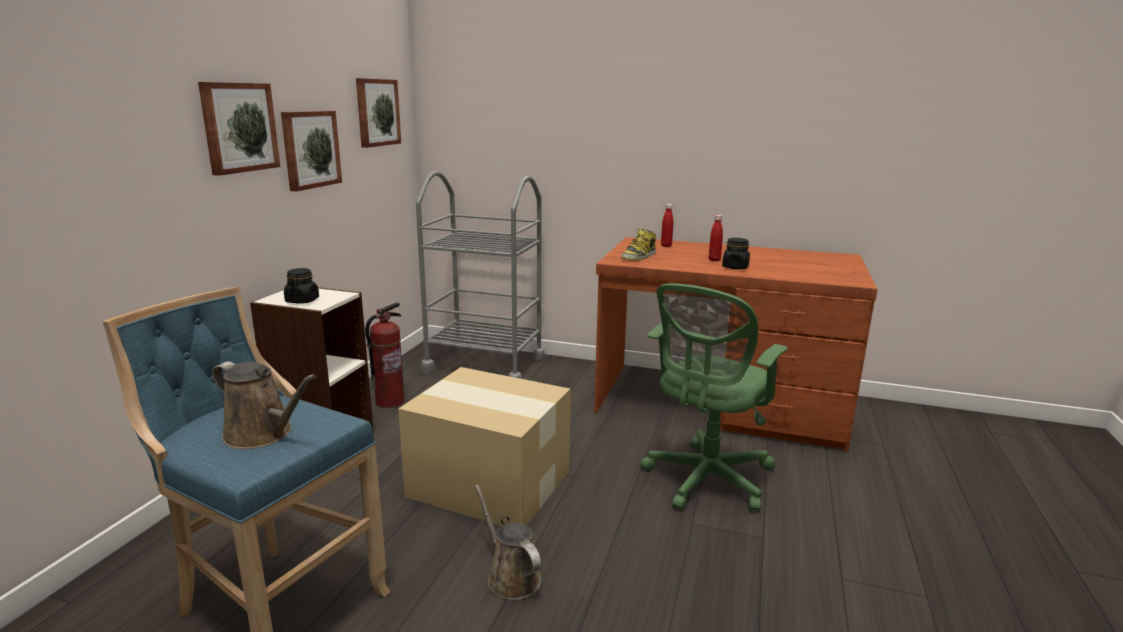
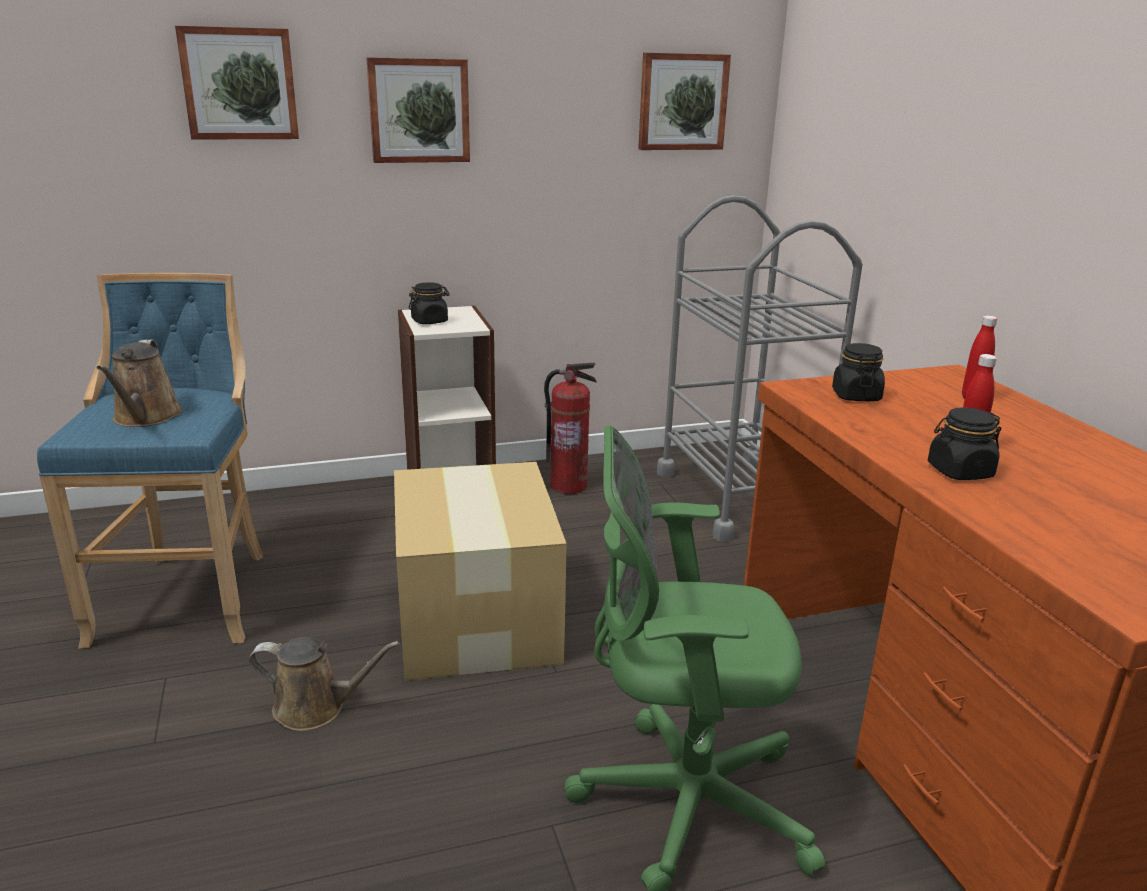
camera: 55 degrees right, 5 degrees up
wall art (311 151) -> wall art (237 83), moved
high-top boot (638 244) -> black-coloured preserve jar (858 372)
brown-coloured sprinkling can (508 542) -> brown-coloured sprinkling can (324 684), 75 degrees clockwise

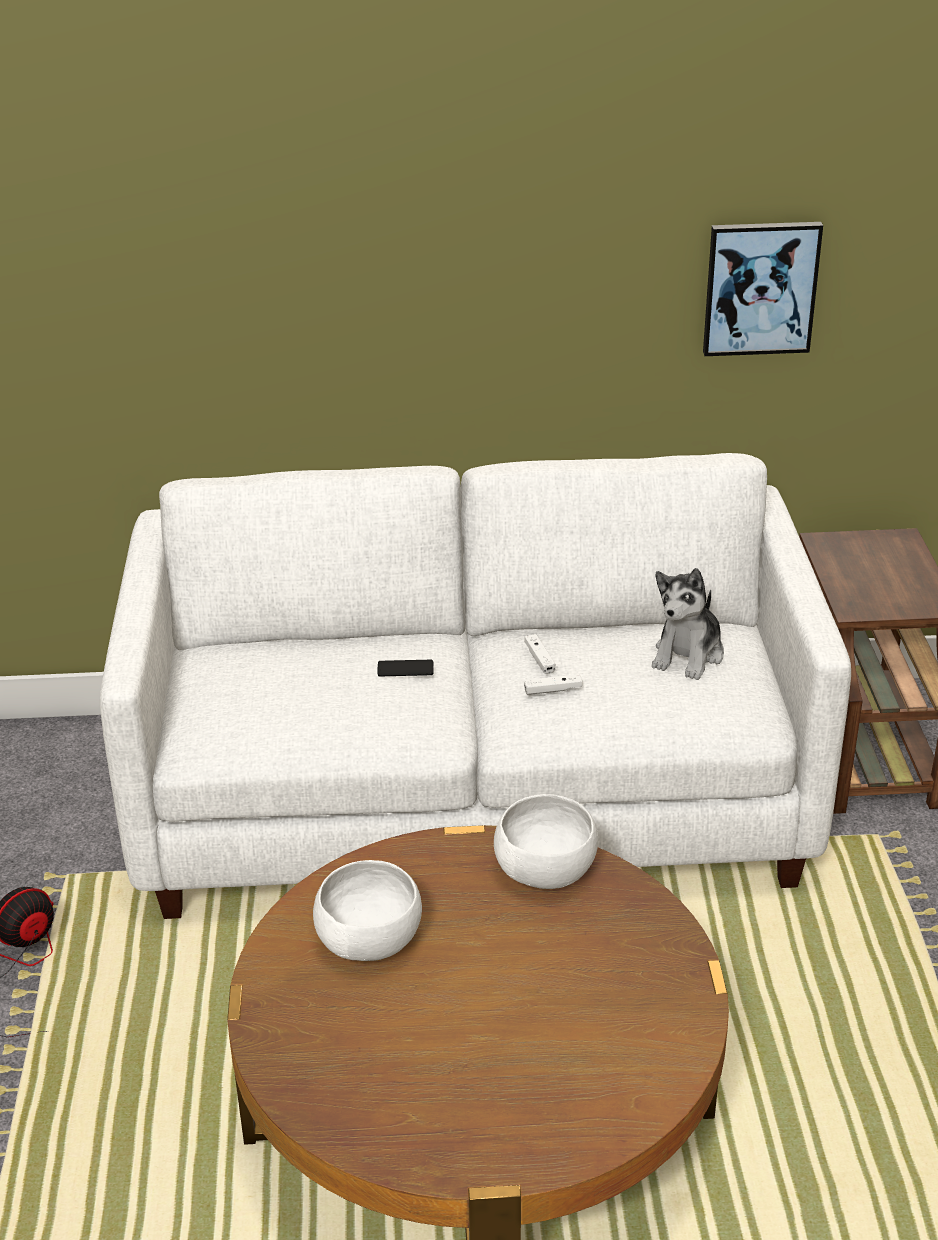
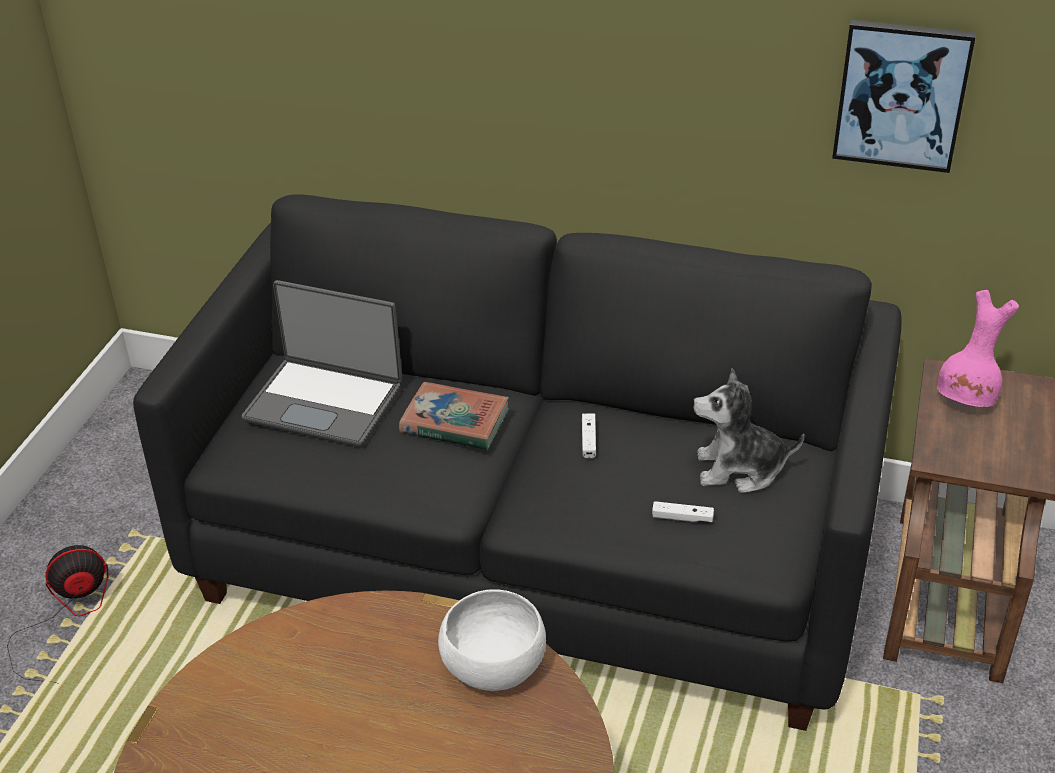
camera: 20 degrees right, 5 degrees up
white-coloured deep dish (367 910) -> none
none -> laptop (322 364)
none -> pink decorative vase (978 348)
white-coloured gamepad (553 684) -> white-coloured gamepad (683 511), moved
phone (405 668) -> book (454 416)
white-coloured settee (475 686) -> black-coloured settee (517 462)
soft toy (688 624) -> soft toy (749 430), 45 degrees clockwise

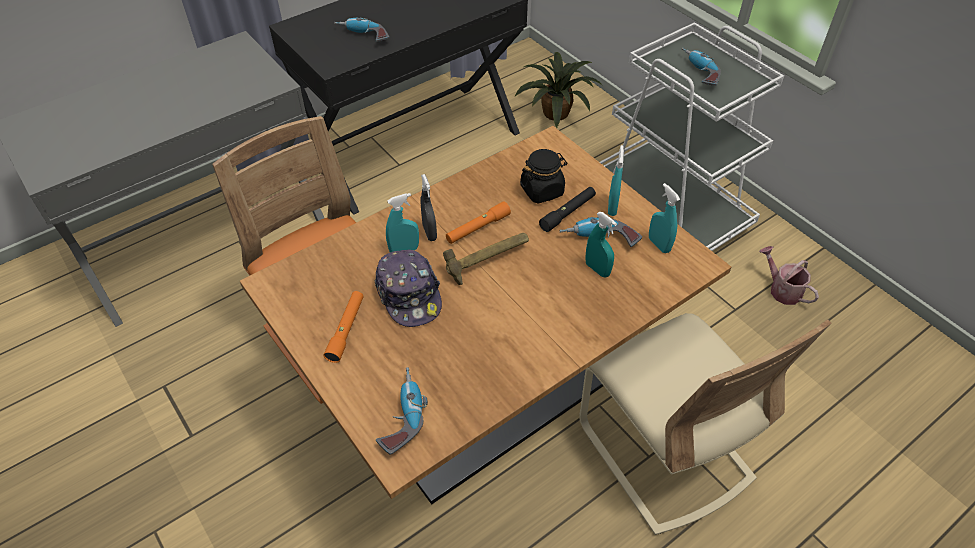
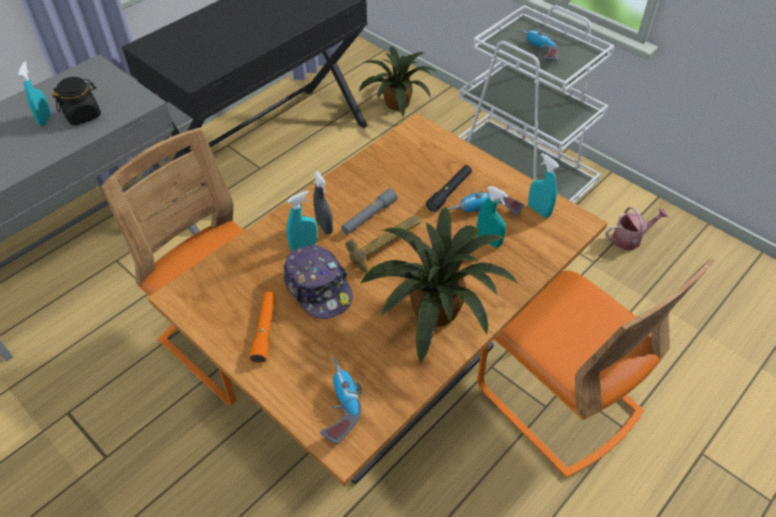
camera: 10 degrees left, 0 degrees up
power drill (361 29) -> none
none -> houseplant (440 286)
black-coloured preserve jar (543 176) -> black-coloured preserve jar (77 101), moved
turquoise hand sprayer (616 180) -> turquoise hand sprayer (34 93), moved
orange-coloured hand torch (478 222) -> grey hand torch (369 211)
sand-coloured chair (705 424) -> orange-coloured chair (596 368)
sprinkling can (789 275) -> sprinkling can (637 228), 120 degrees clockwise

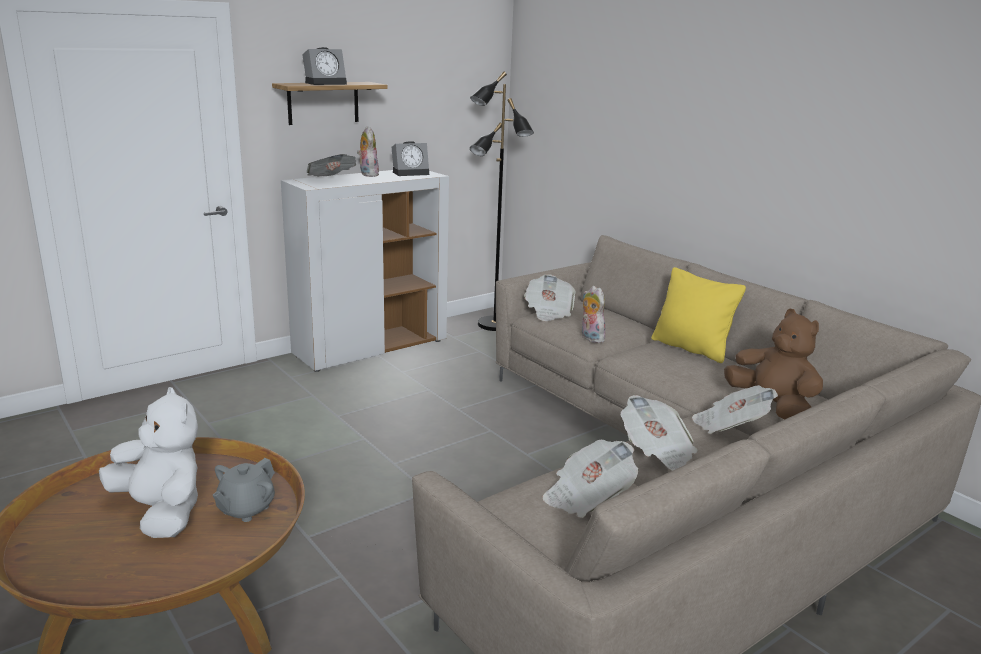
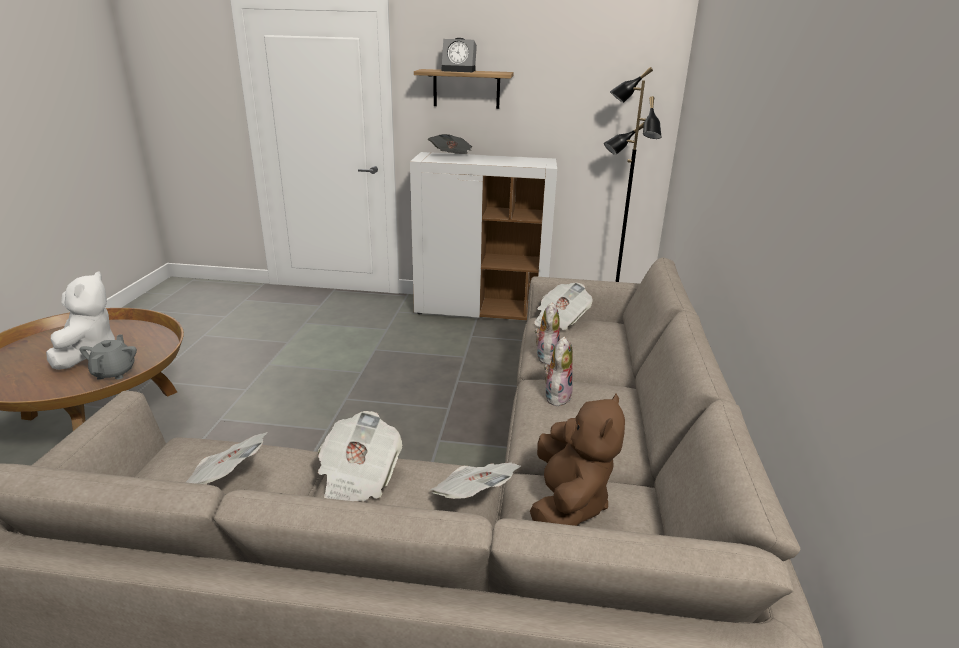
camera: 45 degrees right, 5 degrees up
table clock (410 158) -> none
yellow-coloured throw pillow (698 315) -> none
soft toy (368 151) -> soft toy (558 371), moved
grey teapot (244 490) -> grey teapot (108 357), 105 degrees clockwise

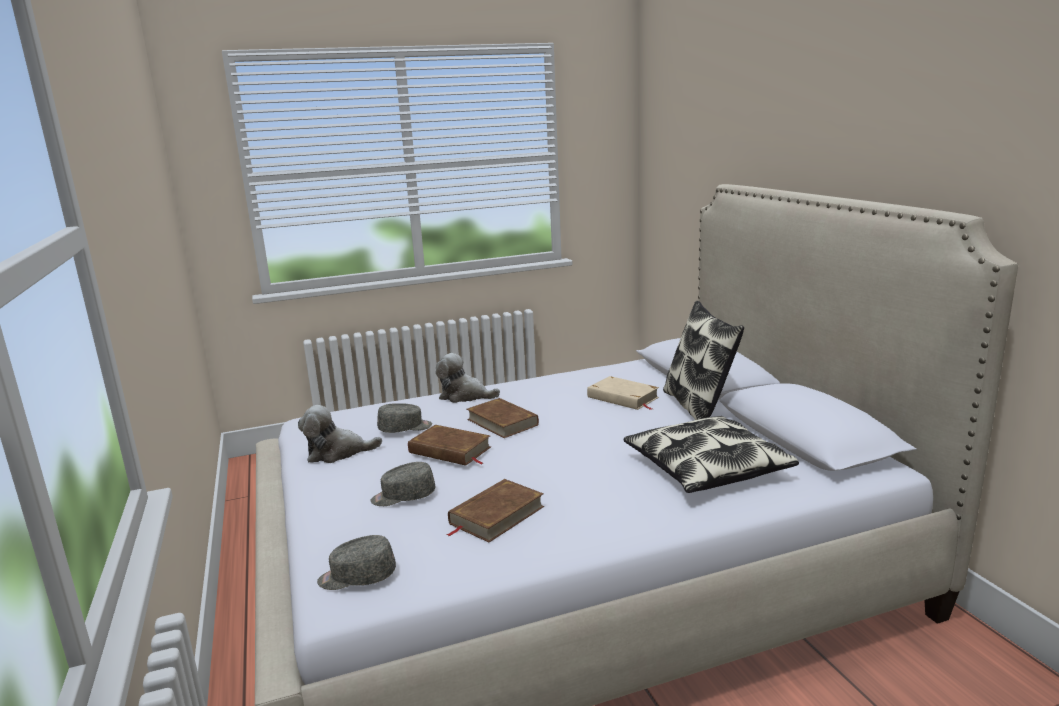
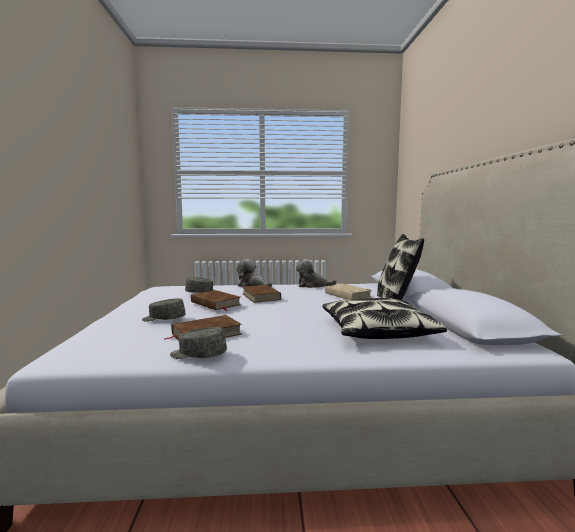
camera: 15 degrees right, 10 degrees down
soft toy (340 434) -> soft toy (316 273), moved
grey cap (356 562) -> grey cap (198 343), moved

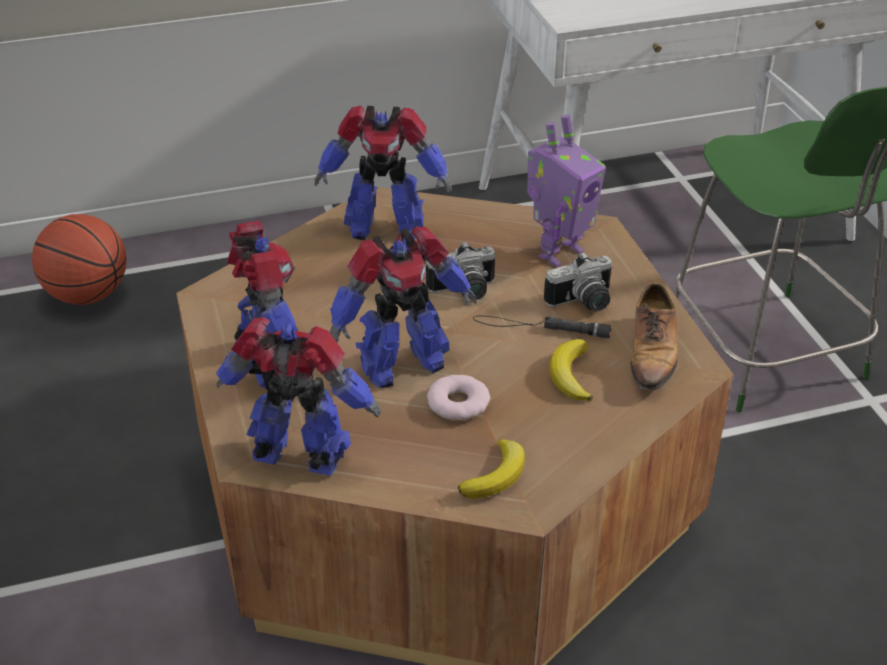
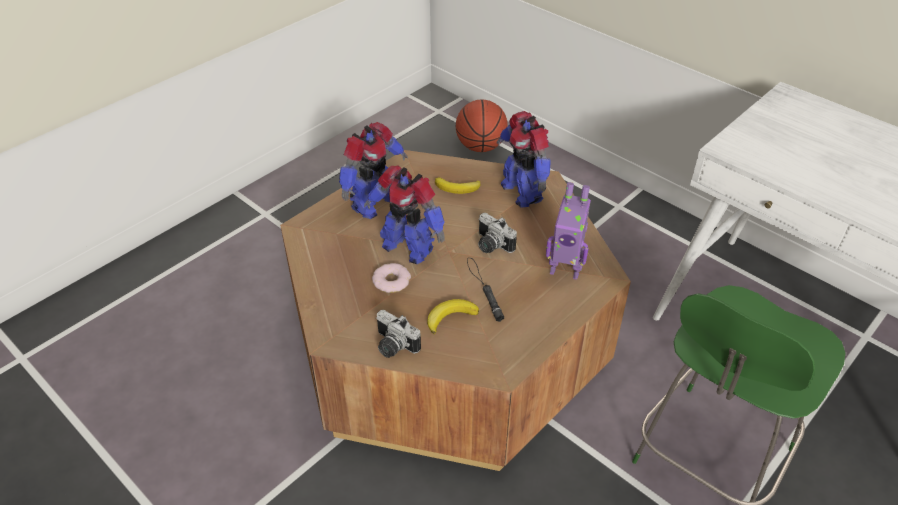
camera: 60 degrees right, 5 degrees up
toy robot (298 396) -> none
item of footwear (655 340) -> none
whole banana (491 469) -> whole banana (457 185), moved
still camera (578 282) -> still camera (398 334), moved

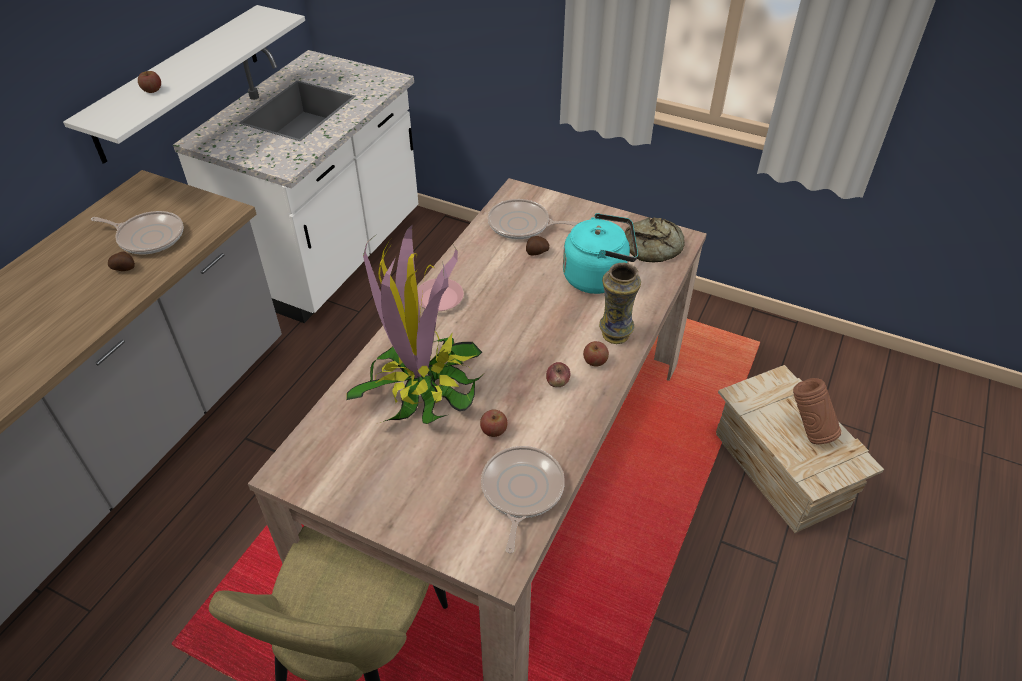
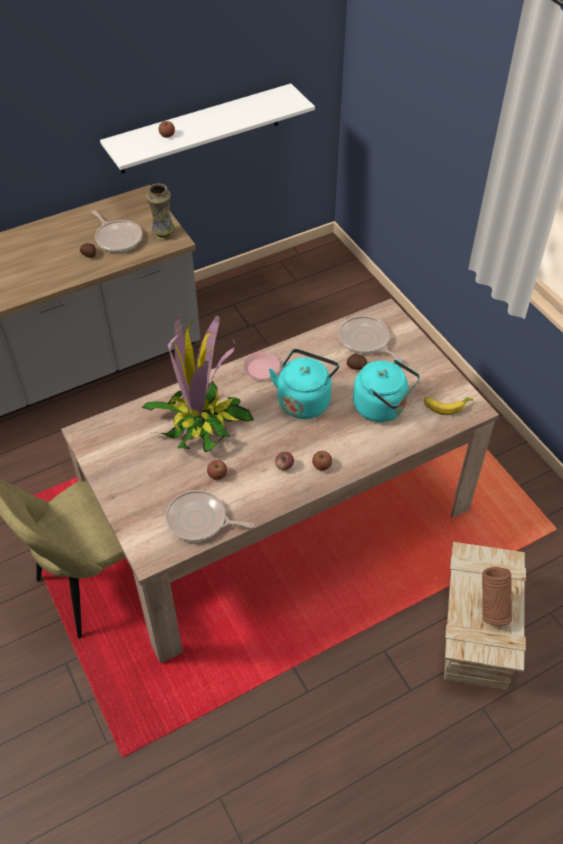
camera: 35 degrees right, 5 degrees up
white-coloured counter (295 185) -> none
none -> turquoise tea kettle (304 384)
decorative vase (620 303) -> decorative vase (160 212), moved
baked bread (654 239) -> whole banana (448 406)
pan (523 499) -> pan (210 516), 120 degrees counterclockwise

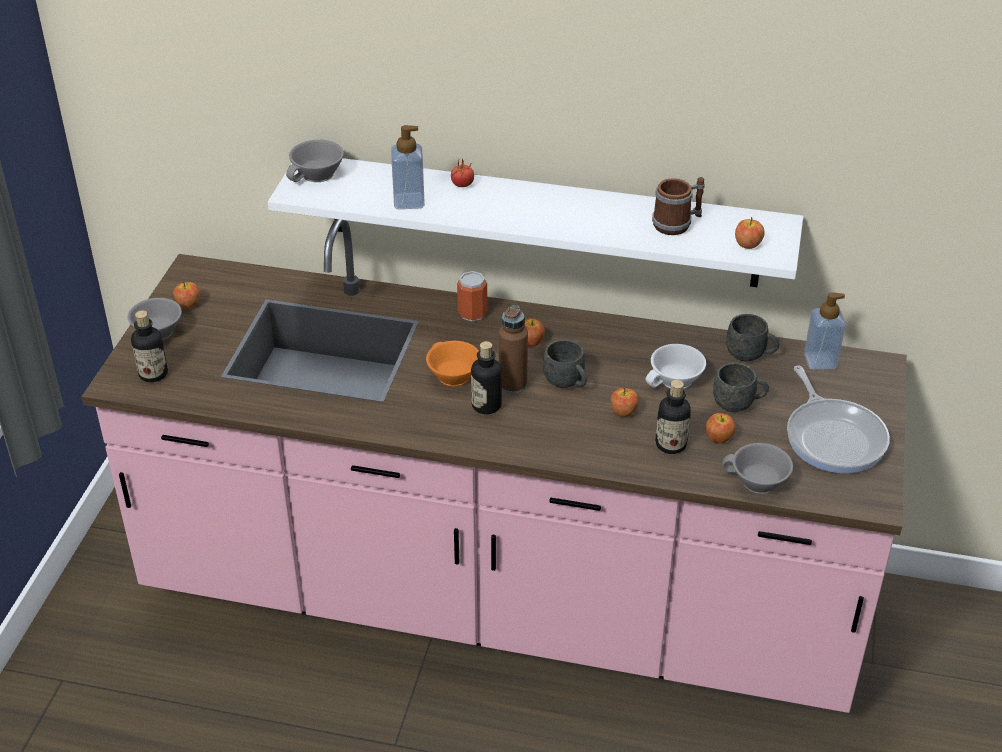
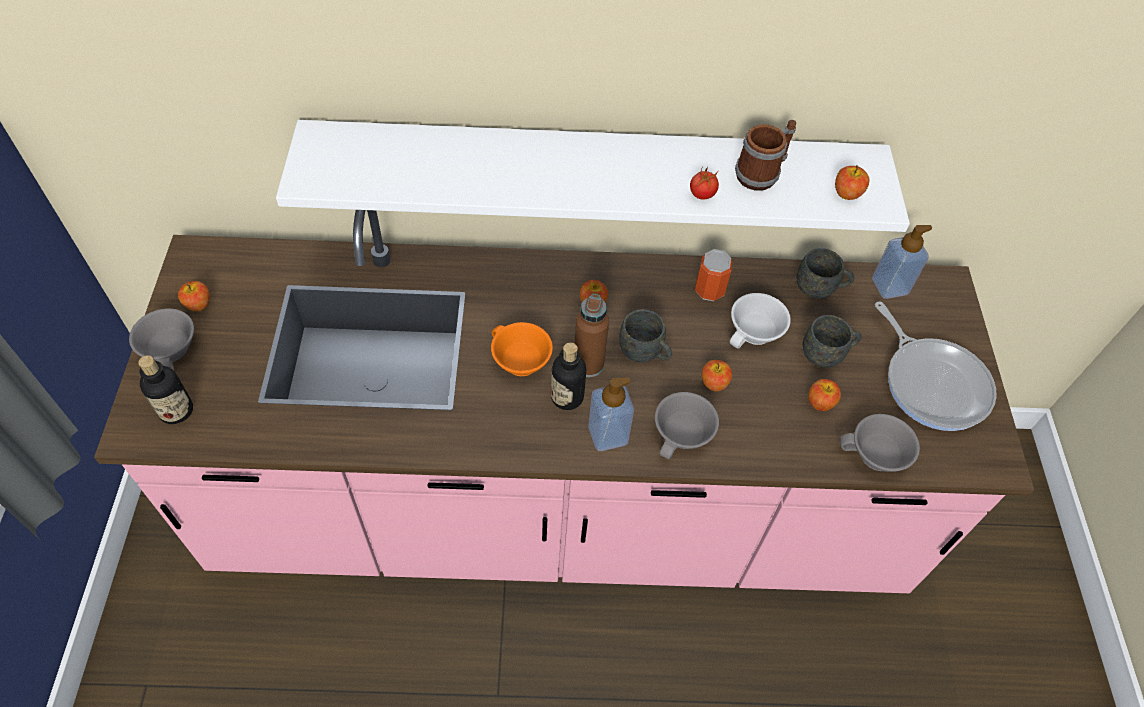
camera: 15 degrees left, 15 degrees up
drink bottle (673 417) -> none
grey small cup (315 161) -> grey small cup (687 425), moved
liquid soap bottle (408 167) -> liquid soap bottle (611 414), moved
whole tomato (462 173) -> whole tomato (704 183), moved
metal can (472 296) -> metal can (714 275), moved

